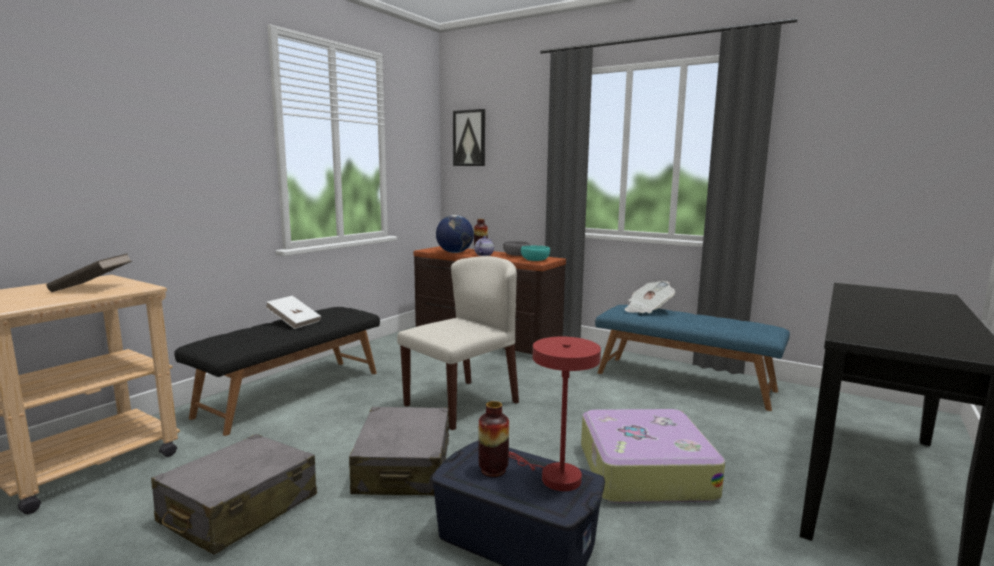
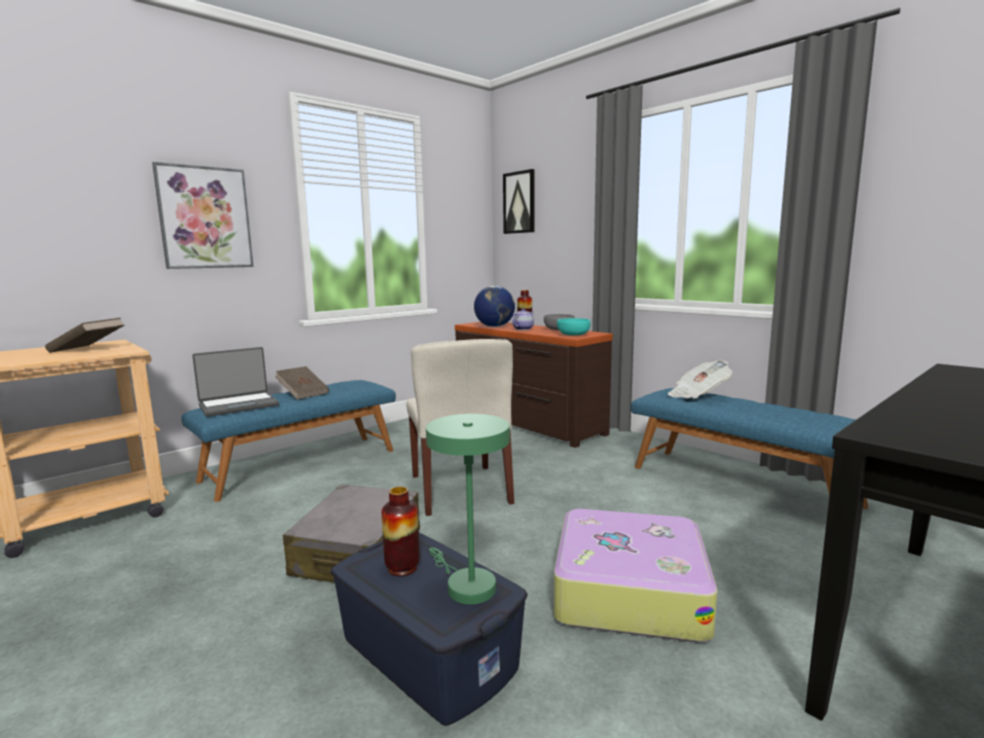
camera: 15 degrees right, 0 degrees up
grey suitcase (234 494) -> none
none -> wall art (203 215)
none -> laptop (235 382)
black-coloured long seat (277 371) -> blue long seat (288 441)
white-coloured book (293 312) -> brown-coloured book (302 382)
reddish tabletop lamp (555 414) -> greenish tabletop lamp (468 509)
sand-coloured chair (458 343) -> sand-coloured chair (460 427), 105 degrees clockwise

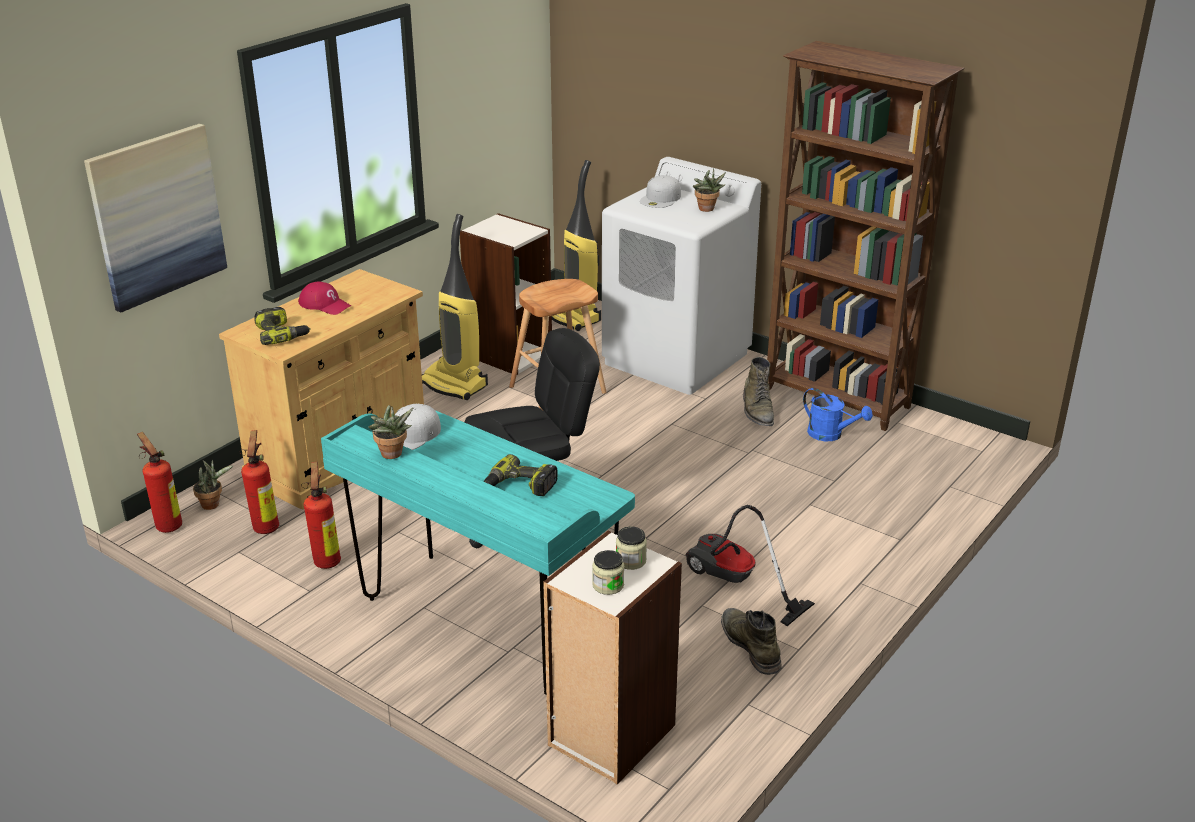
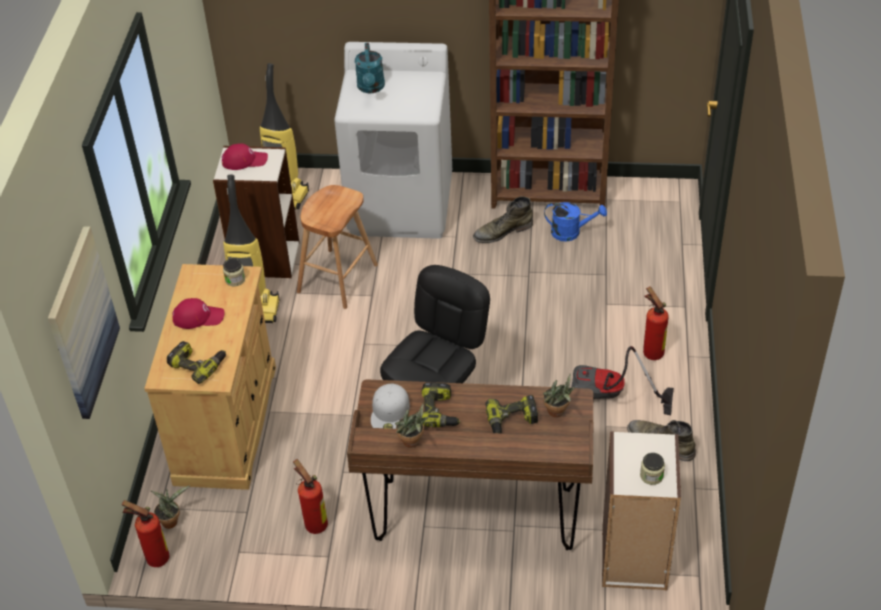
camera: 30 degrees left, 15 degrees up
none -> reddish cap (245 157)
none -> power drill (438 404)
fire-fighting cylinder (259 482) -> fire-fighting cylinder (656 323), moved
preserve jar (631 548) -> preserve jar (234 272), moved
houseplant (709 190) -> houseplant (559 395), moved
white-coloured cap (660 191) -> turquoise sprinkling can (370 68)
turquoise desk table (478 552) -> brown-coloured desk table (470 465)
greenish high-top boot (758 391) -> greenish high-top boot (503 219), 105 degrees clockwise

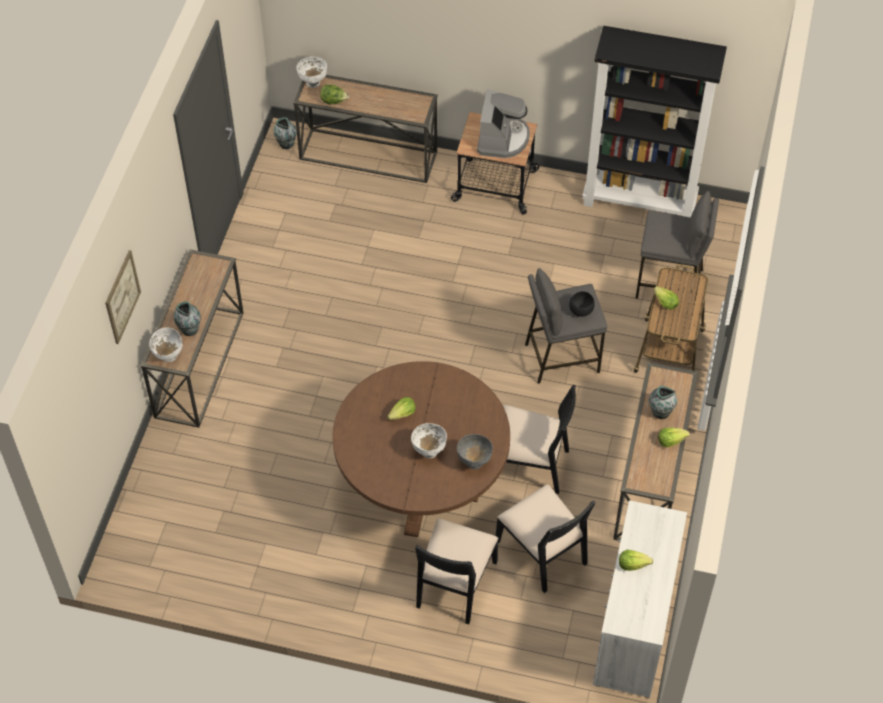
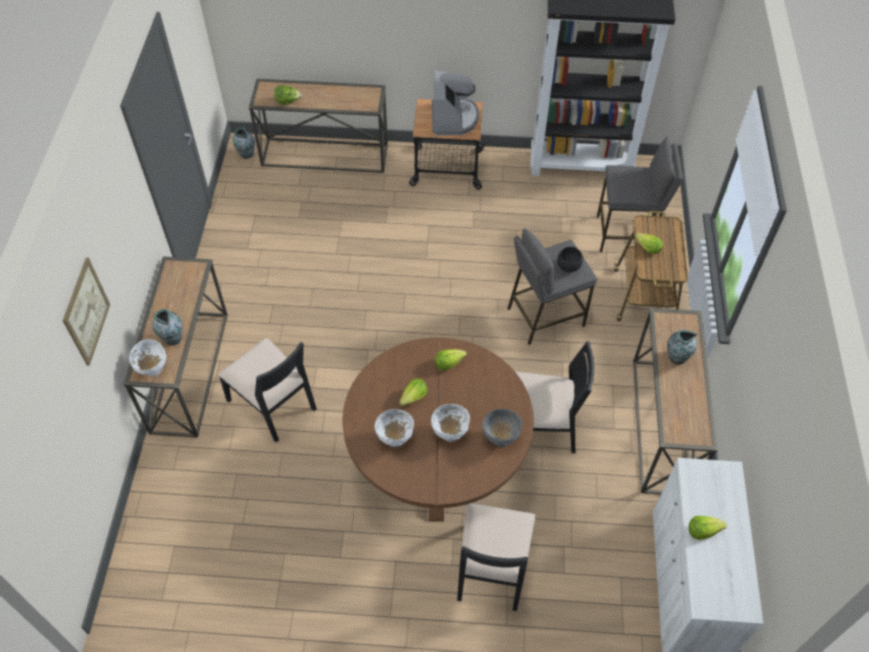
camera: 10 degrees left, 0 degrees up
white-coloured deep dish (311 72) -> white-coloured deep dish (394 428), moved
black-coloured chair (545 538) -> black-coloured chair (267 390), moved
lettuce head (674 437) -> lettuce head (451 360), moved

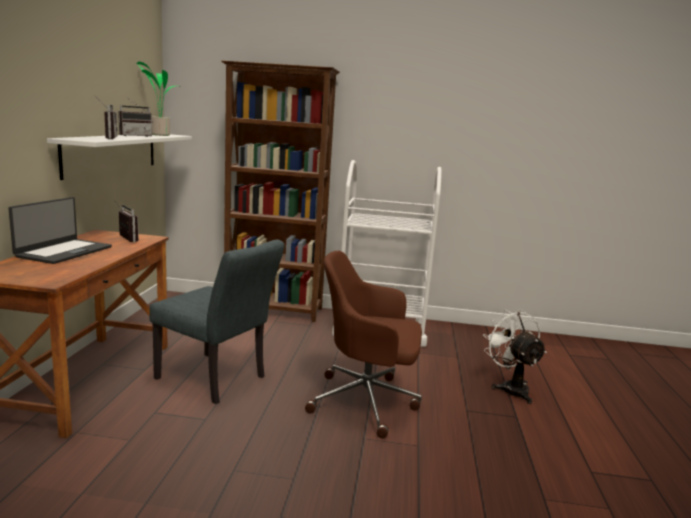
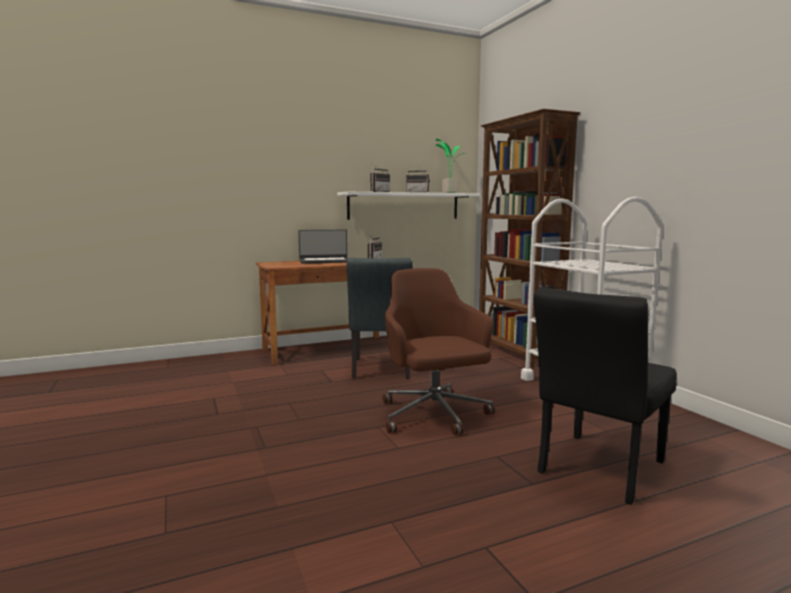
camera: 60 degrees right, 5 degrees down
white-coloured cooling fan (515 356) -> black-coloured chair (605 396)

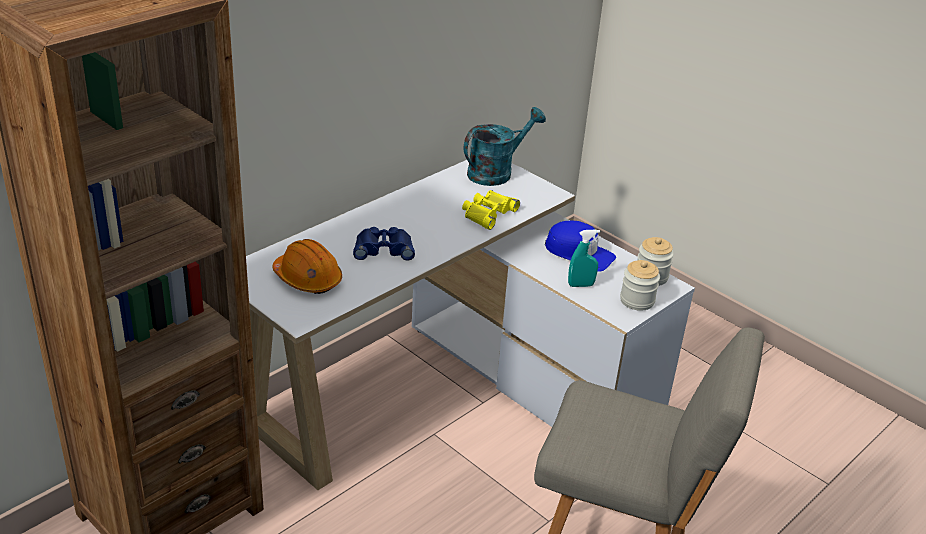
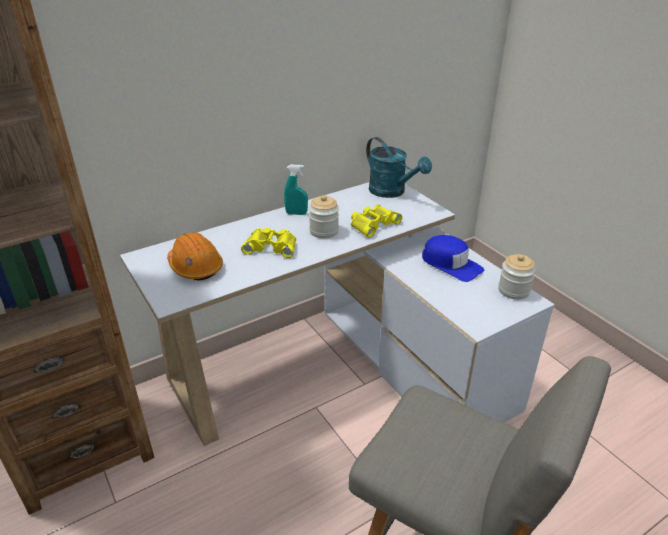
camera: 15 degrees right, 0 degrees up
turquoise hand sprayer (584 258) -> turquoise hand sprayer (296 190), moved
preserve jar (640 285) -> preserve jar (324 216), moved
blue field glasses (384 244) -> yellow-coloured field glasses (268 243)
turquoise sprinkling can (505 146) -> turquoise sprinkling can (399 167), 75 degrees clockwise

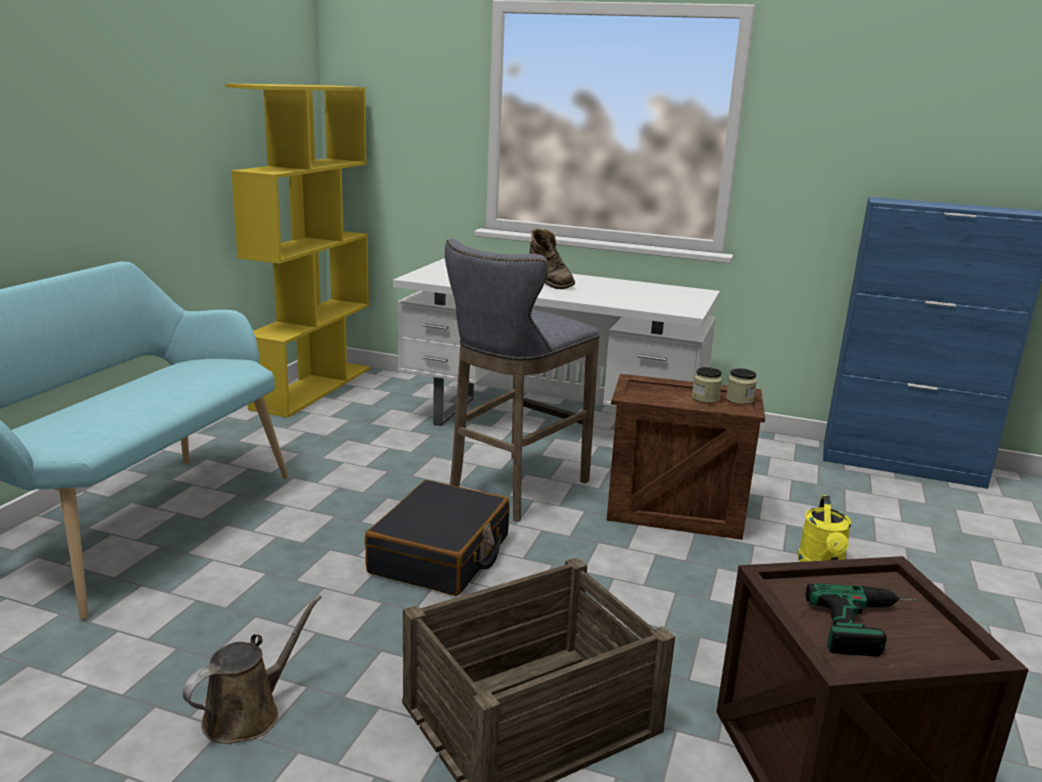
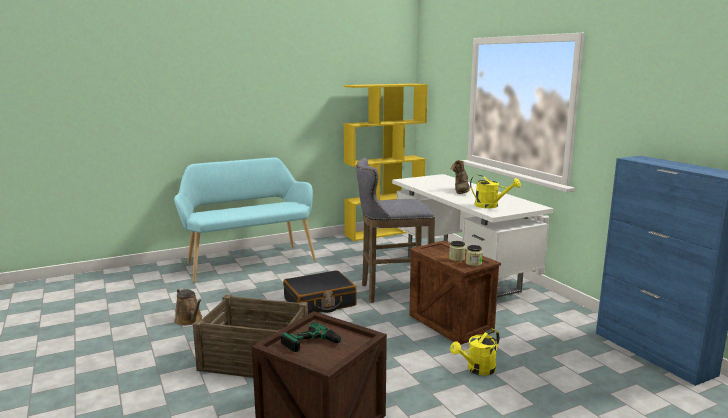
camera: 45 degrees right, 5 degrees down
none -> yellow-coloured sprinkling can (495 191)
brown-coloured sprinkling can (252 669) -> brown-coloured sprinkling can (188 307), 60 degrees clockwise

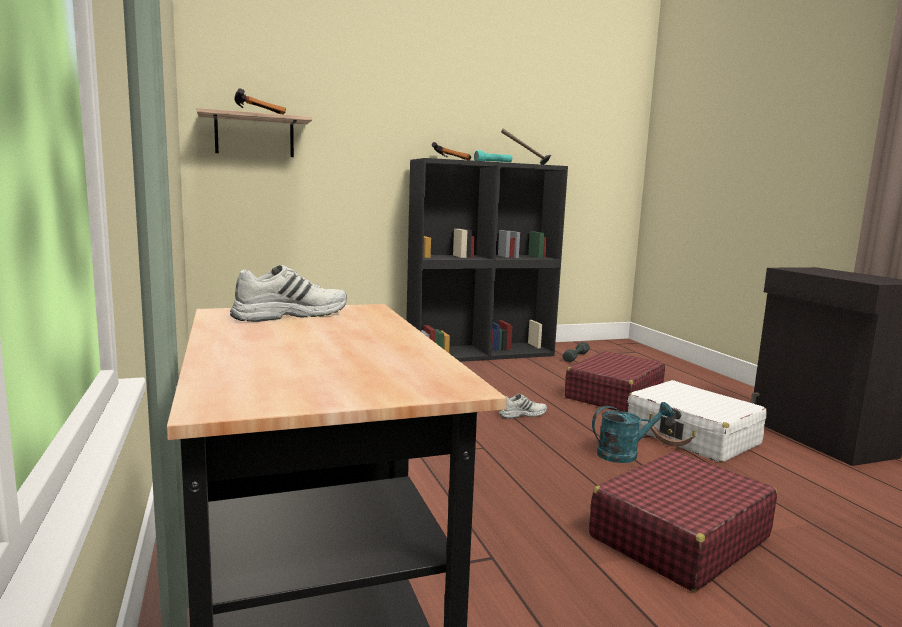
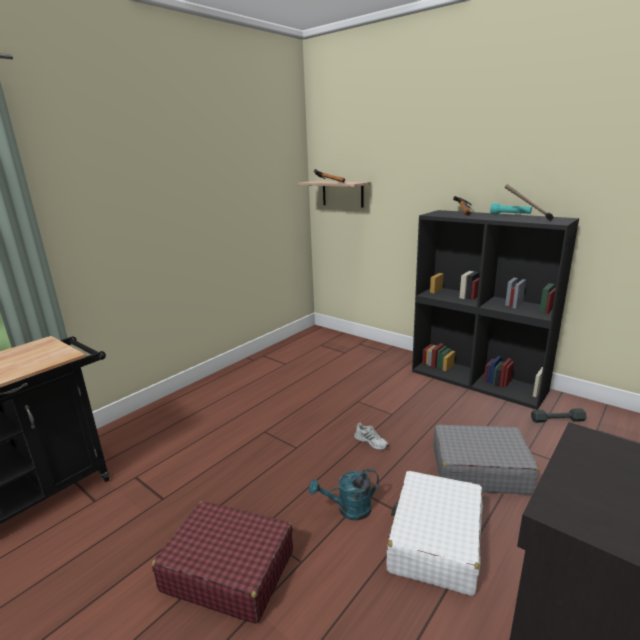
camera: 60 degrees right, 10 degrees up
white-coloured item of footwear (288 293) -> none
reddish suitcase (615 381) -> grey suitcase (486 460)
turquoise sprinkling can (632 432) -> turquoise sprinkling can (344 494), 120 degrees clockwise

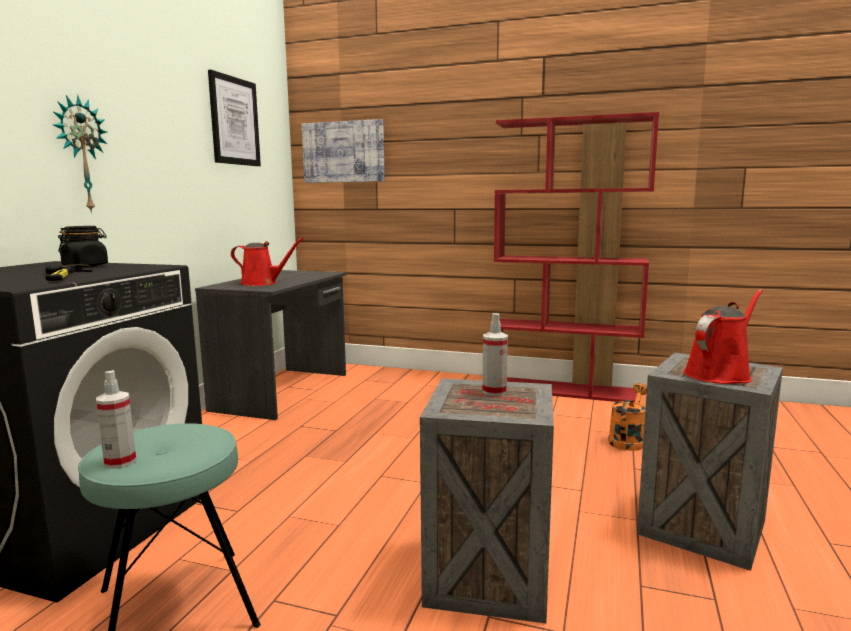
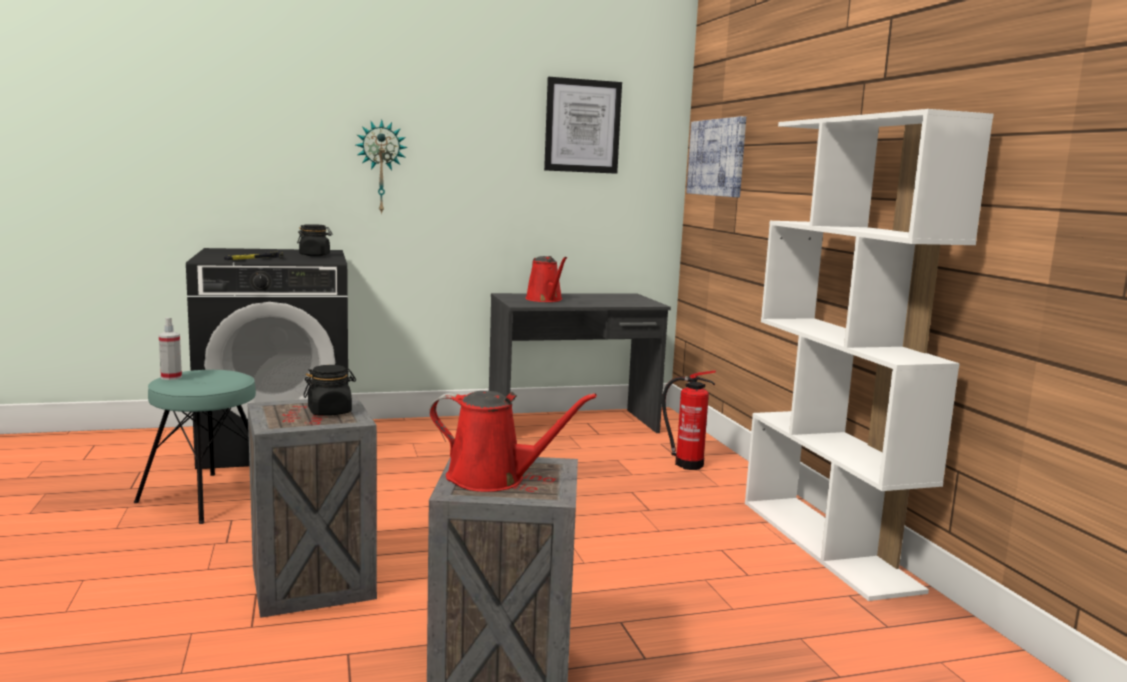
camera: 55 degrees right, 0 degrees up
orange-coloured sprinkling can (627 417) -> none
none -> fire-fighting cylinder (689 420)
hand sprayer (495 354) -> black-coloured preserve jar (329 390)
reddish bookcase (576 257) -> white-coloured bookcase (869 355)

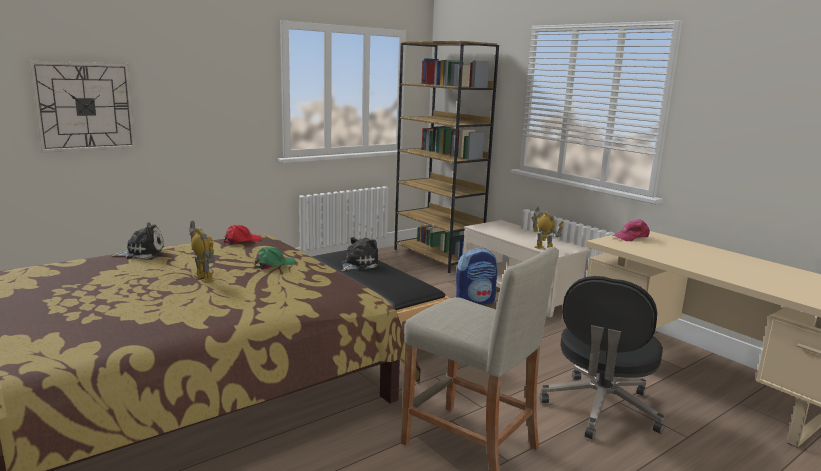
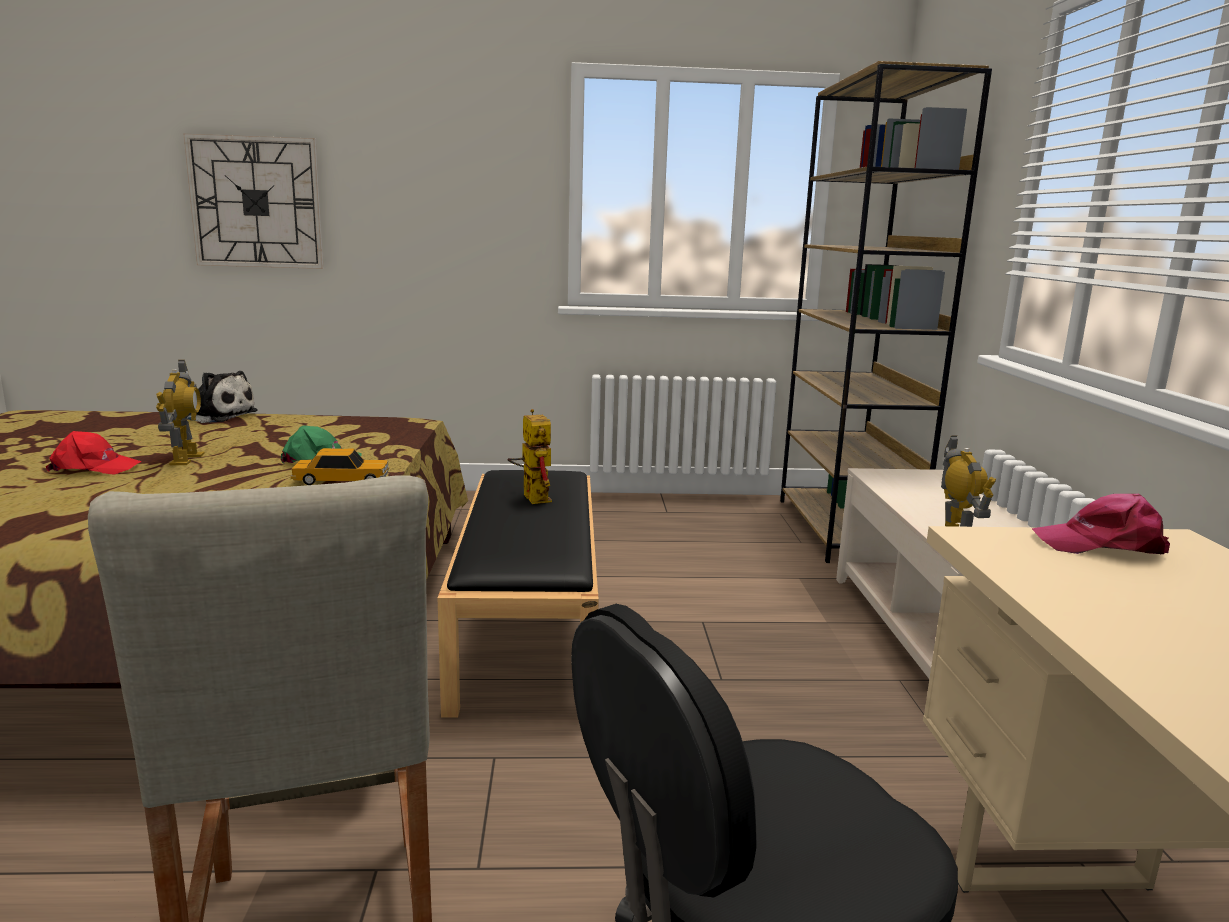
camera: 35 degrees right, 0 degrees up
backpack (477 276) -> none
none -> toy car (340 466)
reddish cap (243 234) -> reddish cap (94 453), moved
soft toy (360 254) -> toy robot (530 456)

